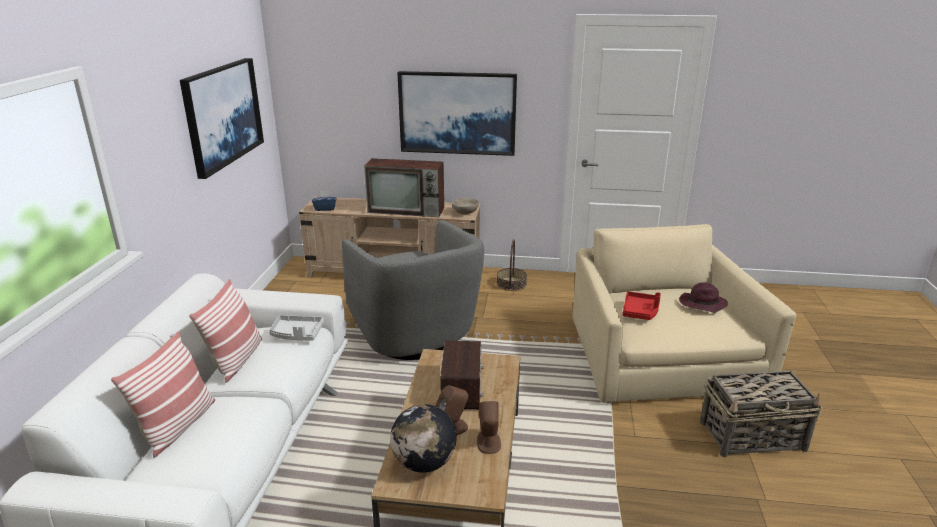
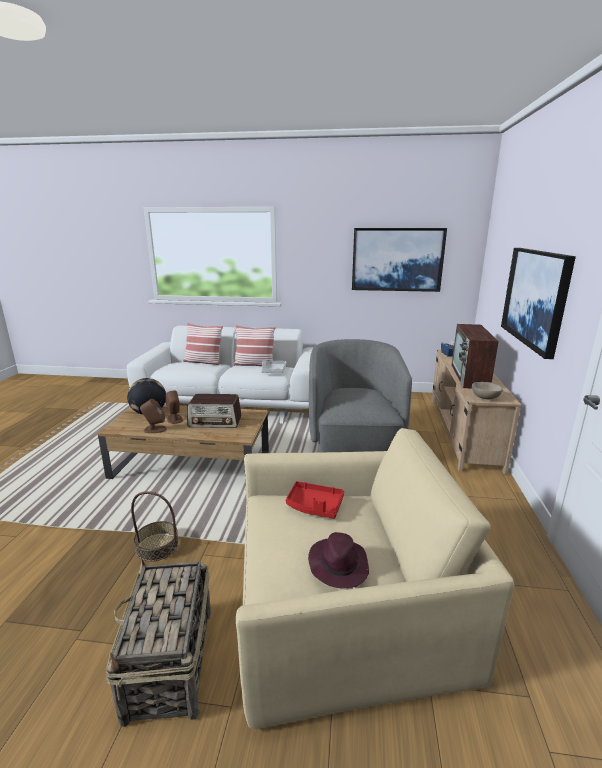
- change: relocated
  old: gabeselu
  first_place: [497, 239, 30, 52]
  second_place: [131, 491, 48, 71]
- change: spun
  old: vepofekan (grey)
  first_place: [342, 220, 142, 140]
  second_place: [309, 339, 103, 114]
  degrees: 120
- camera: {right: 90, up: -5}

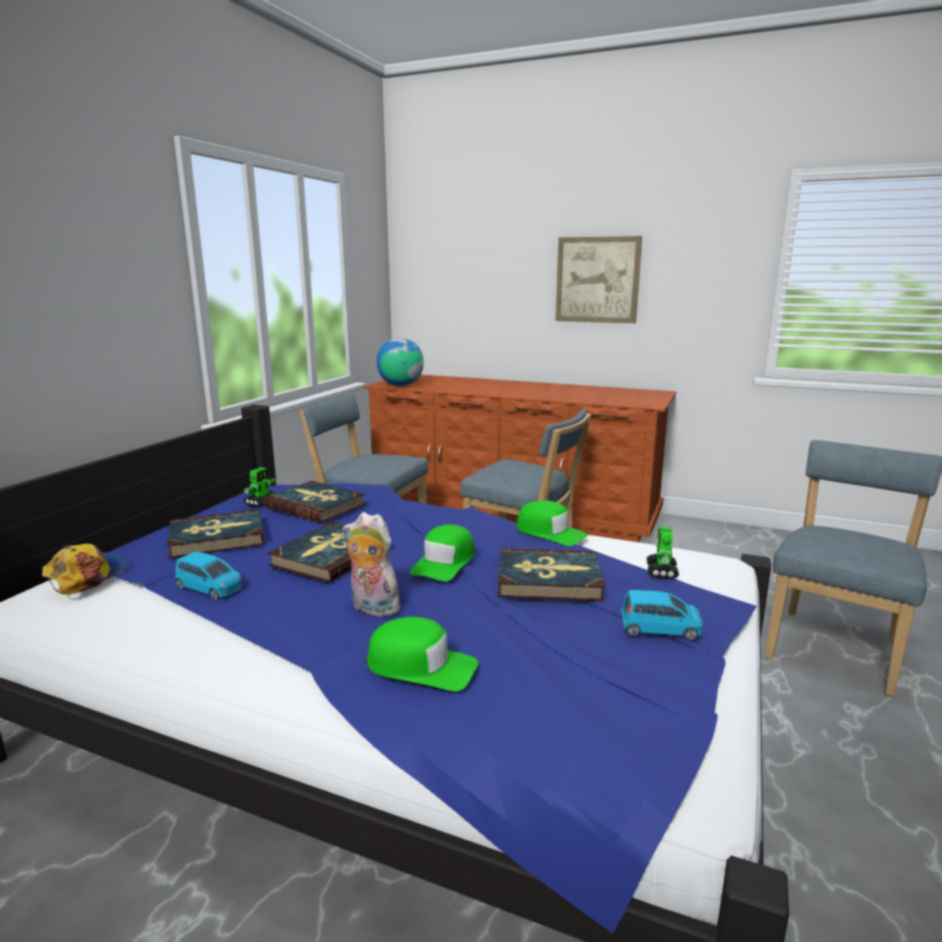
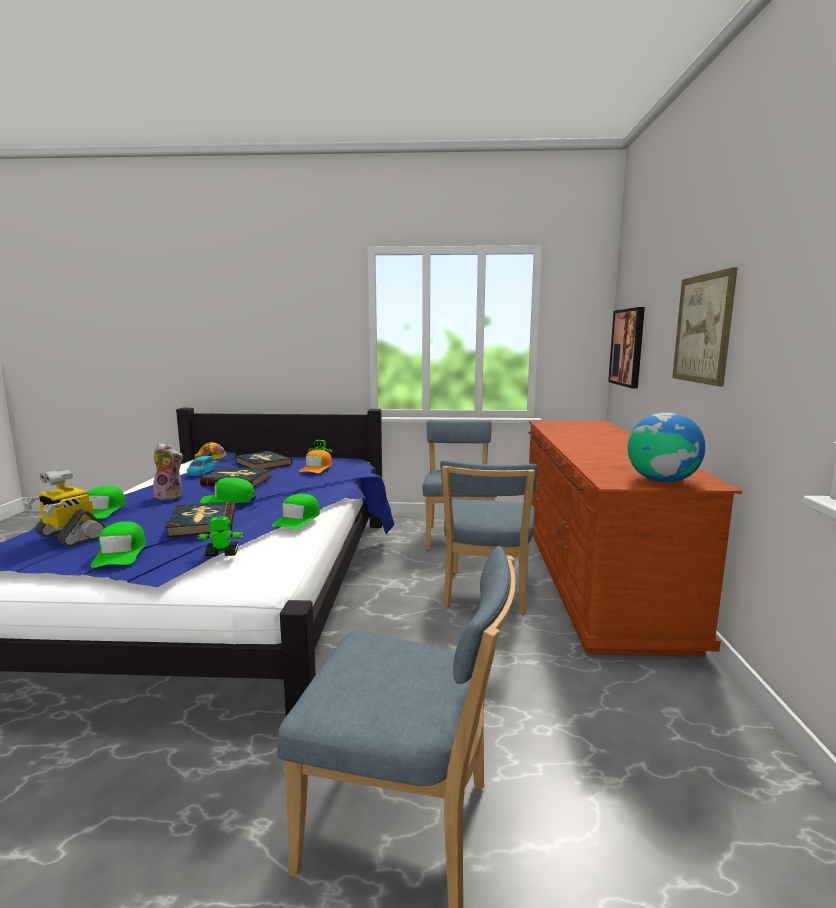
- change: appeared
  new: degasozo
  second_place: [23, 469, 82, 78]
- change: exchanged
  old: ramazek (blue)
  new: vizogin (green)
  first_place: [621, 590, 82, 50]
  second_place: [91, 521, 55, 47]
- change: spun
  old: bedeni
  first_place: [343, 512, 61, 105]
  second_place: [150, 443, 33, 57]
  degrees: 90
- change: exchanged
  old: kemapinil
  new: vizogin (orange)
  first_place: [264, 481, 102, 42]
  second_place: [299, 450, 33, 23]
- change: appeared
  new: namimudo
  second_place: [608, 307, 37, 81]
- change: relocated
  old: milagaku
  first_place: [377, 338, 47, 48]
  second_place: [628, 413, 77, 69]
- camera: {right: 70, up: -5}

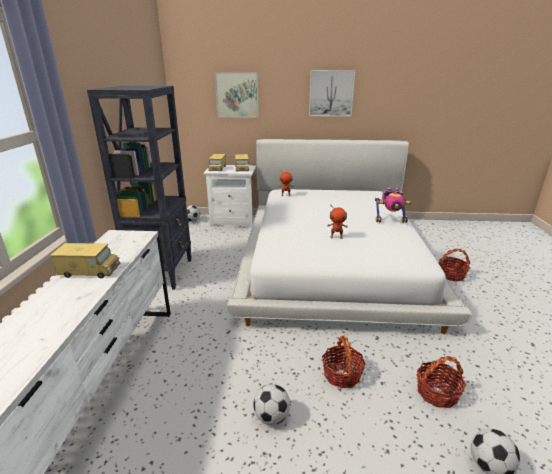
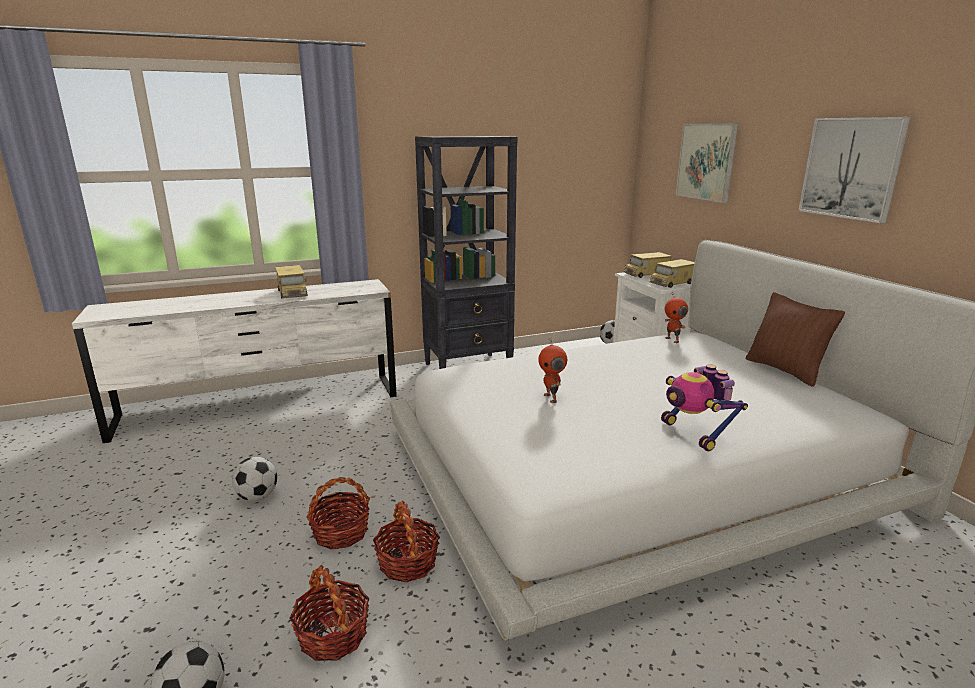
- change: relocated
  old: gabeselu
  first_place: [439, 249, 31, 32]
  second_place: [373, 501, 67, 81]
- change: appeared
  new: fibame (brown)
  second_place: [746, 292, 99, 95]
- camera: {right: 65, up: -5}

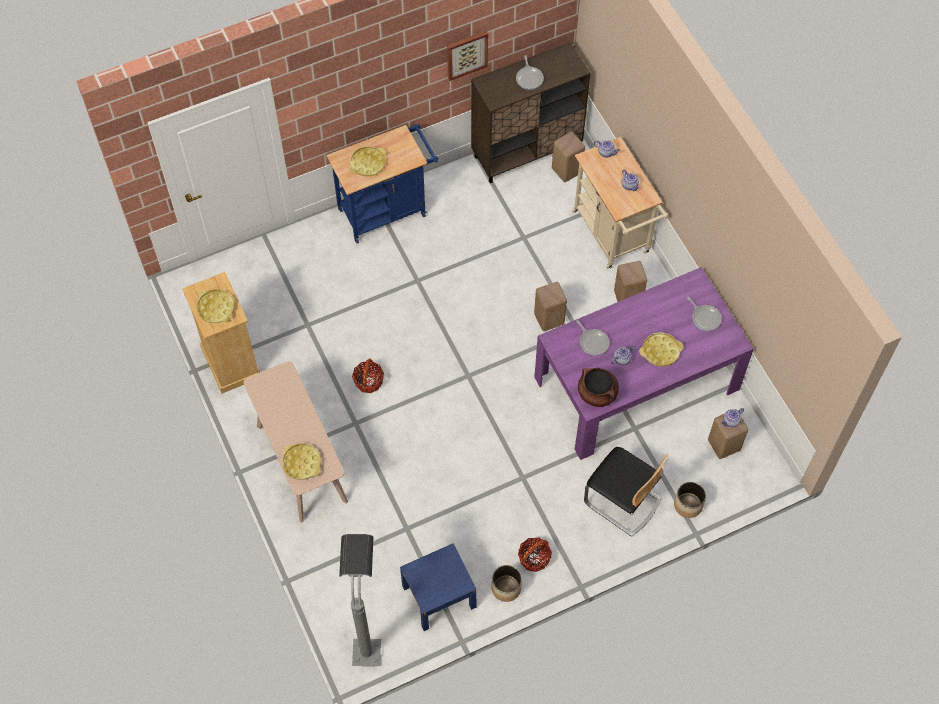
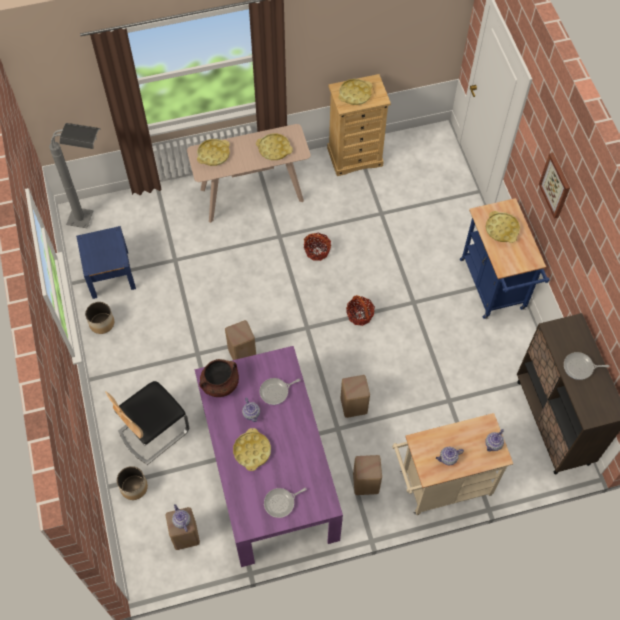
- change: relocated
  old: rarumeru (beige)
  first_place: [552, 131, 33, 51]
  second_place: [225, 320, 31, 40]
- change: appeared
  new: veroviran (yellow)
  second_place: [256, 133, 37, 27]
- change: relocated
  old: gabeselu
  first_place: [518, 538, 34, 34]
  second_place: [346, 295, 29, 31]
- change: relocated
  old: namimudo
  first_place: [447, 31, 41, 50]
  second_place: [539, 153, 31, 66]
- camera: {right: 100, up: 0}

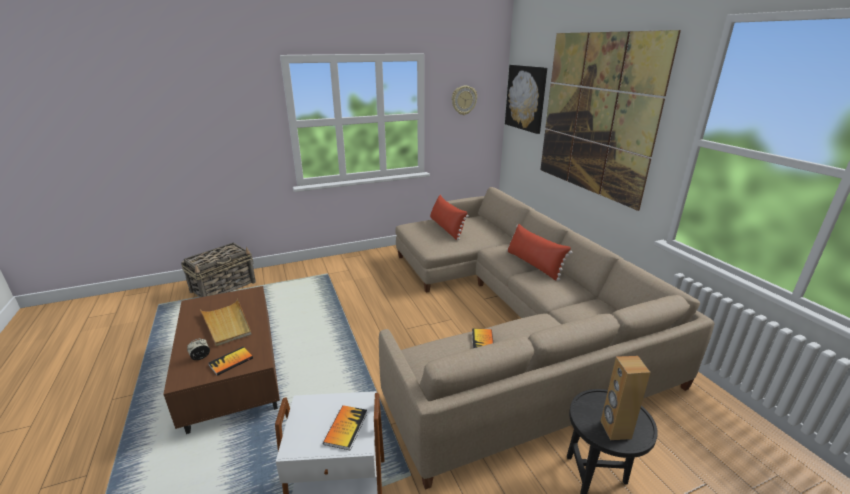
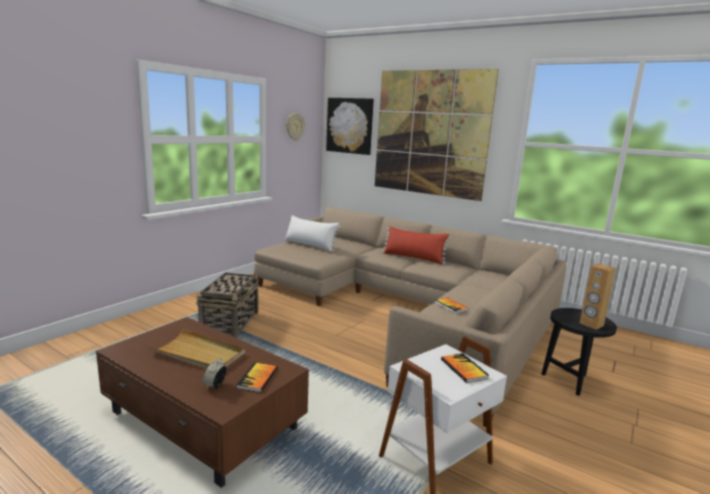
- change: relocated
  old: gabeselu
  first_place: [181, 242, 75, 55]
  second_place: [196, 271, 63, 67]
- change: colour
  old: fibame (red)
  new: fibame (white)
  first_place: [430, 195, 39, 45]
  second_place: [284, 215, 57, 37]
- camera: {right: -35, up: -10}

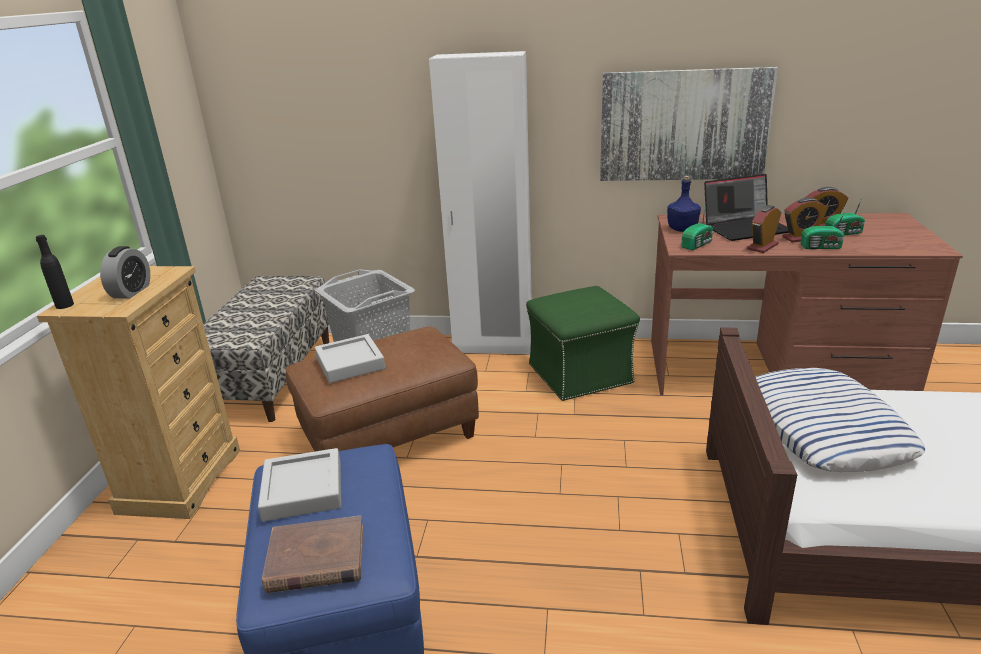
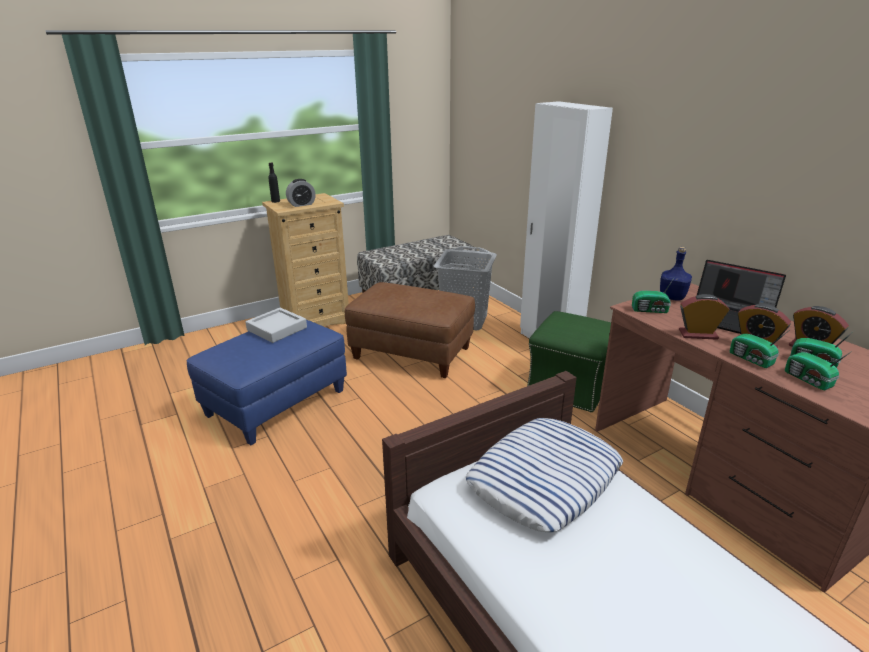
- change: appeared
  new: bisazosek
  second_place: [785, 351, 67, 39]
- change: missing
  old: kemapinil (brown)
  first_place: [262, 516, 101, 77]
- change: missing
  old: veroviran (grey)
  first_place: [315, 334, 70, 49]
- change: missing
  old: namimudo
  first_place: [600, 67, 178, 114]
- camera: {right: 50, up: 0}

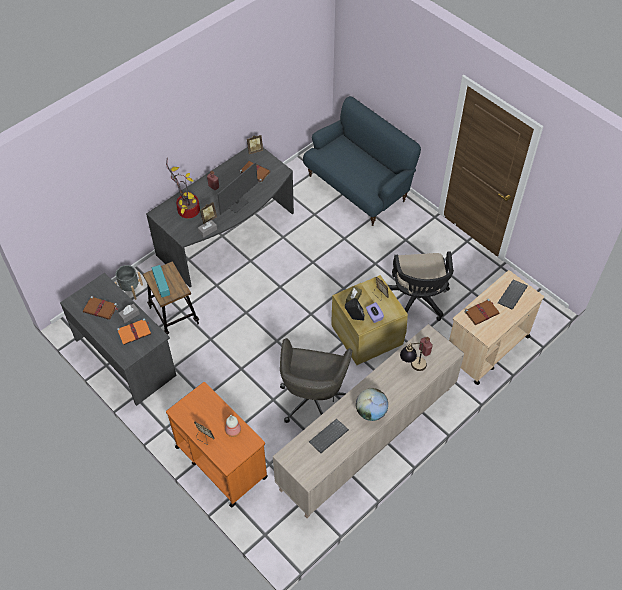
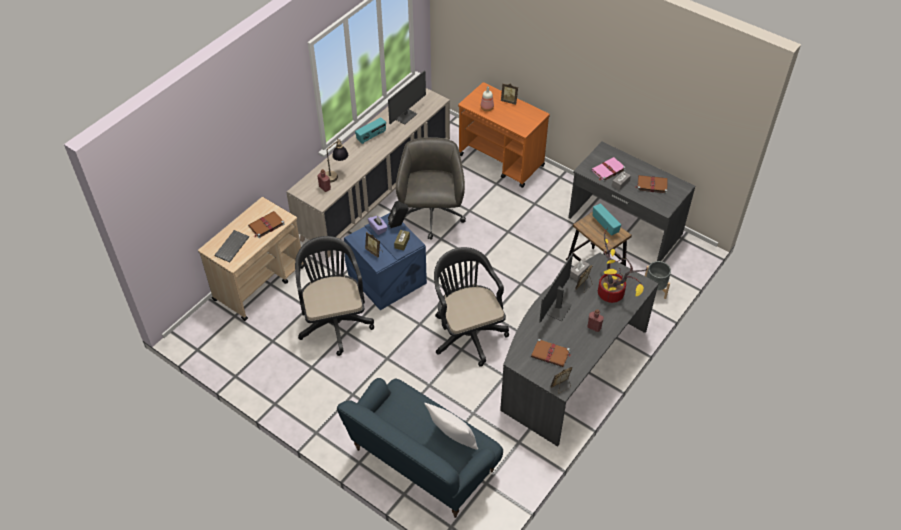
- change: colour
  old: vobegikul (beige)
  new: vobegikul (blue)
  first_place: [331, 275, 77, 90]
  second_place: [344, 213, 83, 97]
- change: exchanged
  old: milagaku
  new: bisazosek
  first_place: [356, 388, 32, 33]
  second_place: [355, 117, 31, 27]
- change: exchanged
  old: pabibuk
  new: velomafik
  first_place: [309, 419, 40, 34]
  second_place: [388, 70, 38, 54]
- change: appeared
  new: fibame (white)
  second_place: [424, 403, 54, 47]
- change: appeared
  new: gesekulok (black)
  second_place: [434, 247, 75, 120]
- change: colour
  old: kemapinil (orange)
  new: kemapinil (pink)
  first_place: [117, 318, 34, 27]
  second_place: [592, 157, 34, 24]
- camera: {right: 170, up: -5}

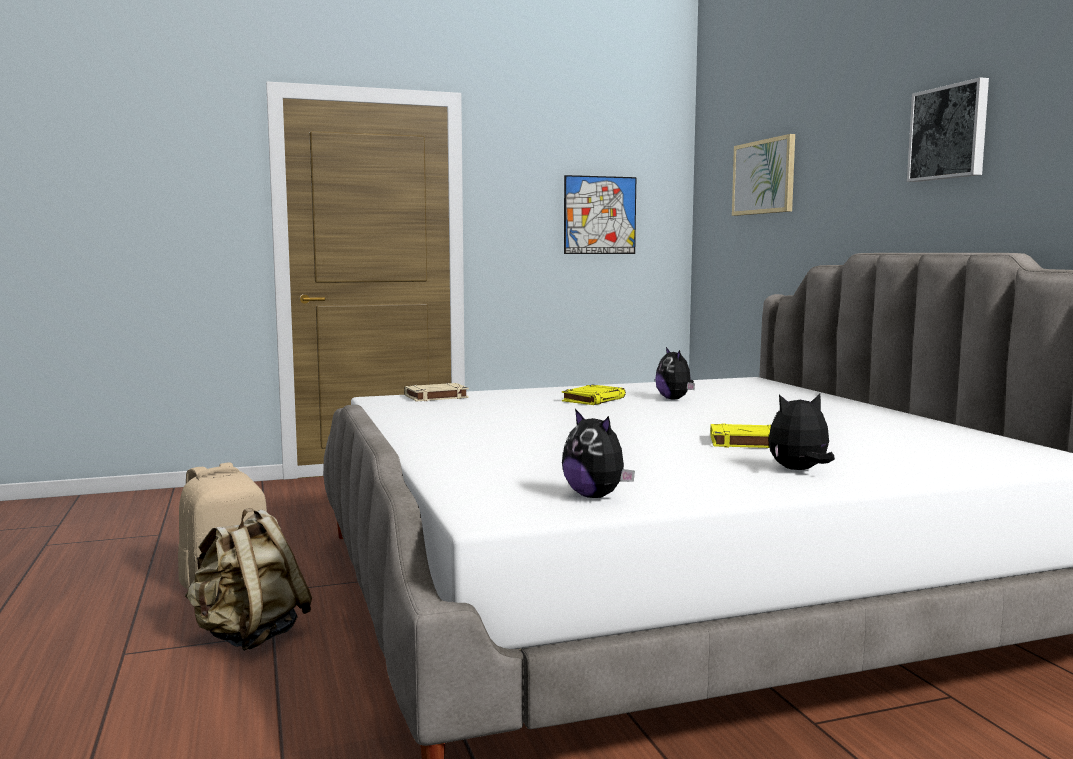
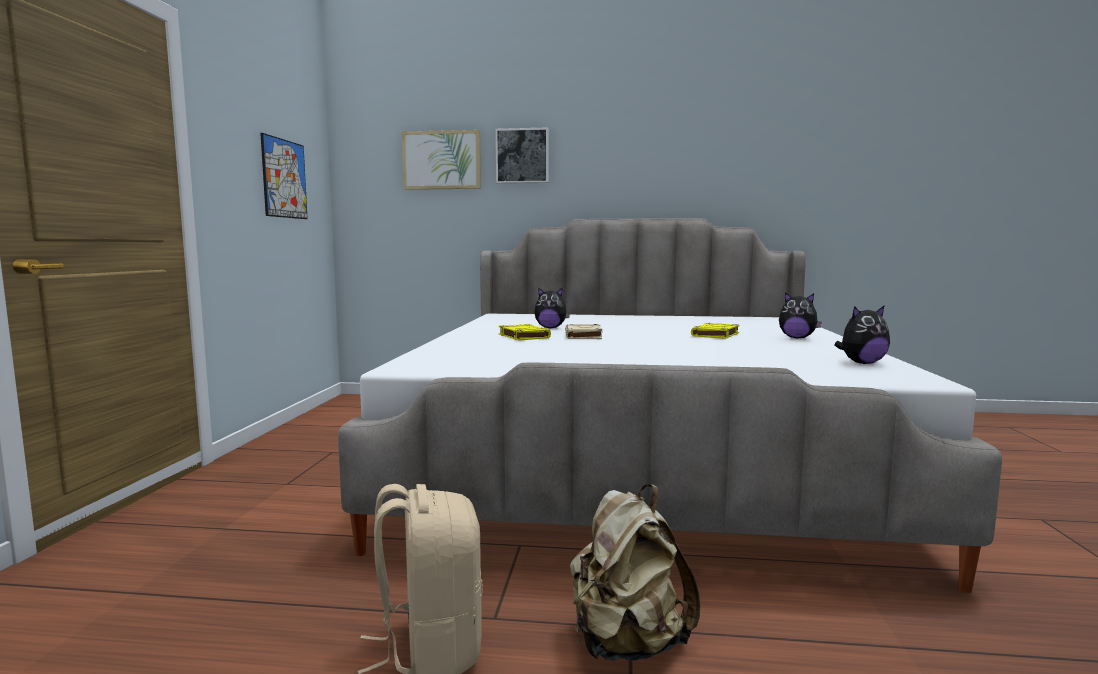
- change: relocated
  old: namimudo
  first_place: [907, 77, 82, 105]
  second_place: [495, 128, 54, 56]
- change: relocated
  old: kemapinil (beige)
  first_place: [405, 383, 64, 18]
  second_place: [565, 324, 37, 15]
- change: spun
  old: bedeni
  first_place: [768, 393, 67, 77]
  second_place: [779, 292, 43, 47]
  degrees: -75
- camera: {right: -65, up: 0}

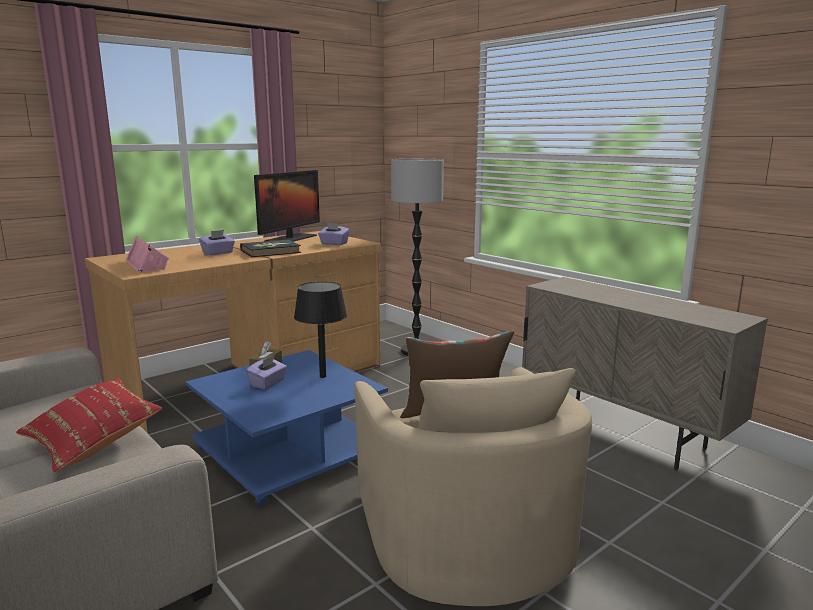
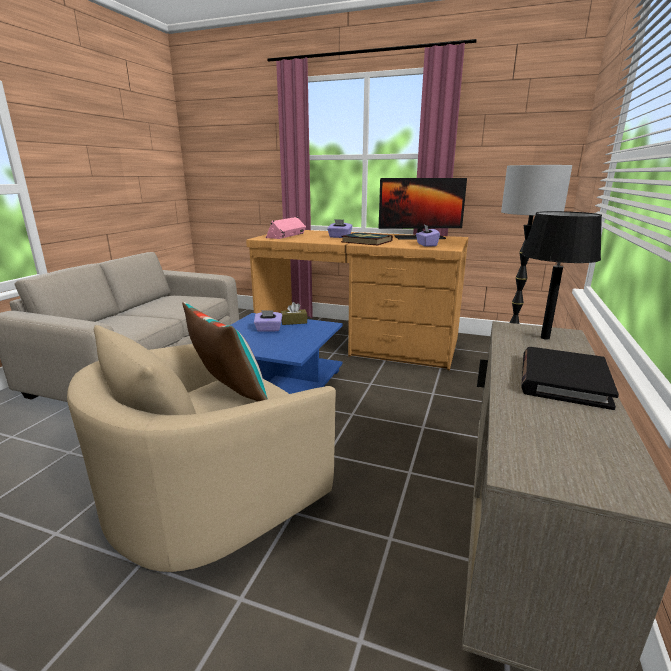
- change: appeared
  new: kemapinil (black)
  second_place: [521, 347, 98, 63]
- change: relocated
  old: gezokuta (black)
  first_place: [294, 282, 53, 96]
  second_place: [522, 211, 80, 129]
- change: missing
  old: fibame (red)
  first_place: [16, 378, 146, 95]
- camera: {right: 60, up: 5}

